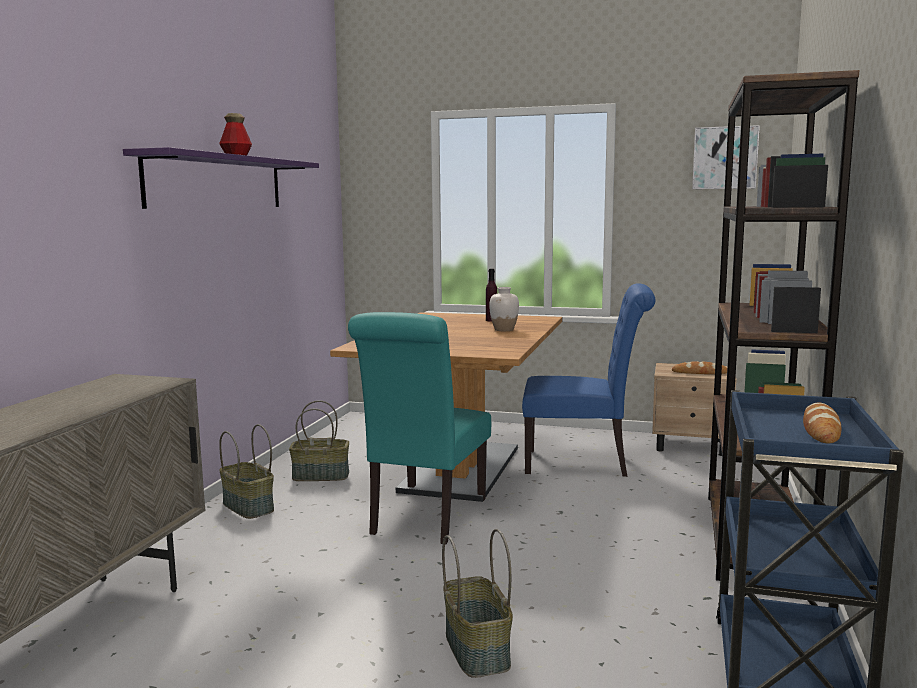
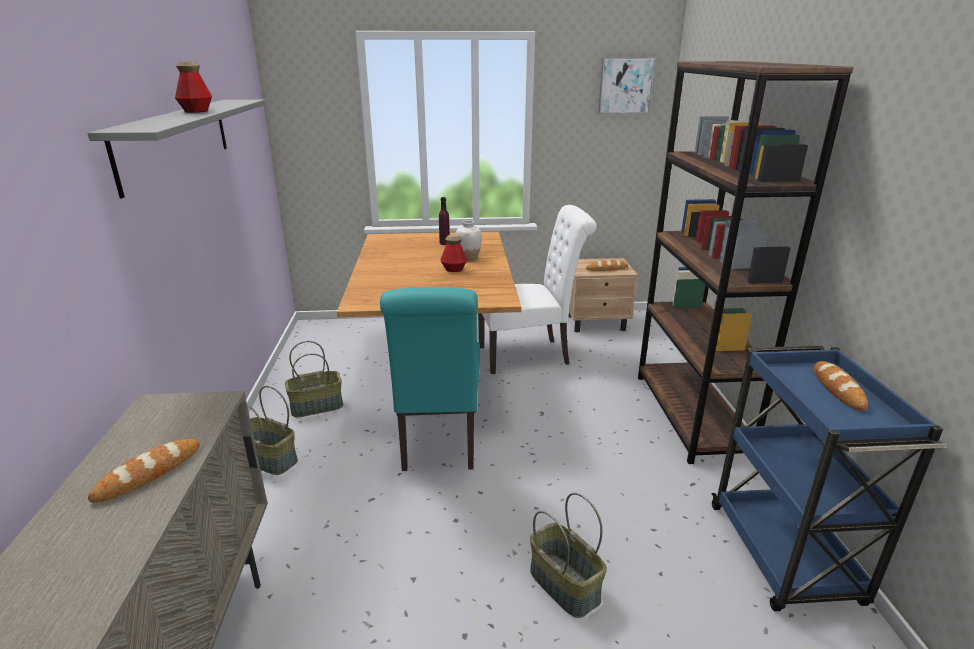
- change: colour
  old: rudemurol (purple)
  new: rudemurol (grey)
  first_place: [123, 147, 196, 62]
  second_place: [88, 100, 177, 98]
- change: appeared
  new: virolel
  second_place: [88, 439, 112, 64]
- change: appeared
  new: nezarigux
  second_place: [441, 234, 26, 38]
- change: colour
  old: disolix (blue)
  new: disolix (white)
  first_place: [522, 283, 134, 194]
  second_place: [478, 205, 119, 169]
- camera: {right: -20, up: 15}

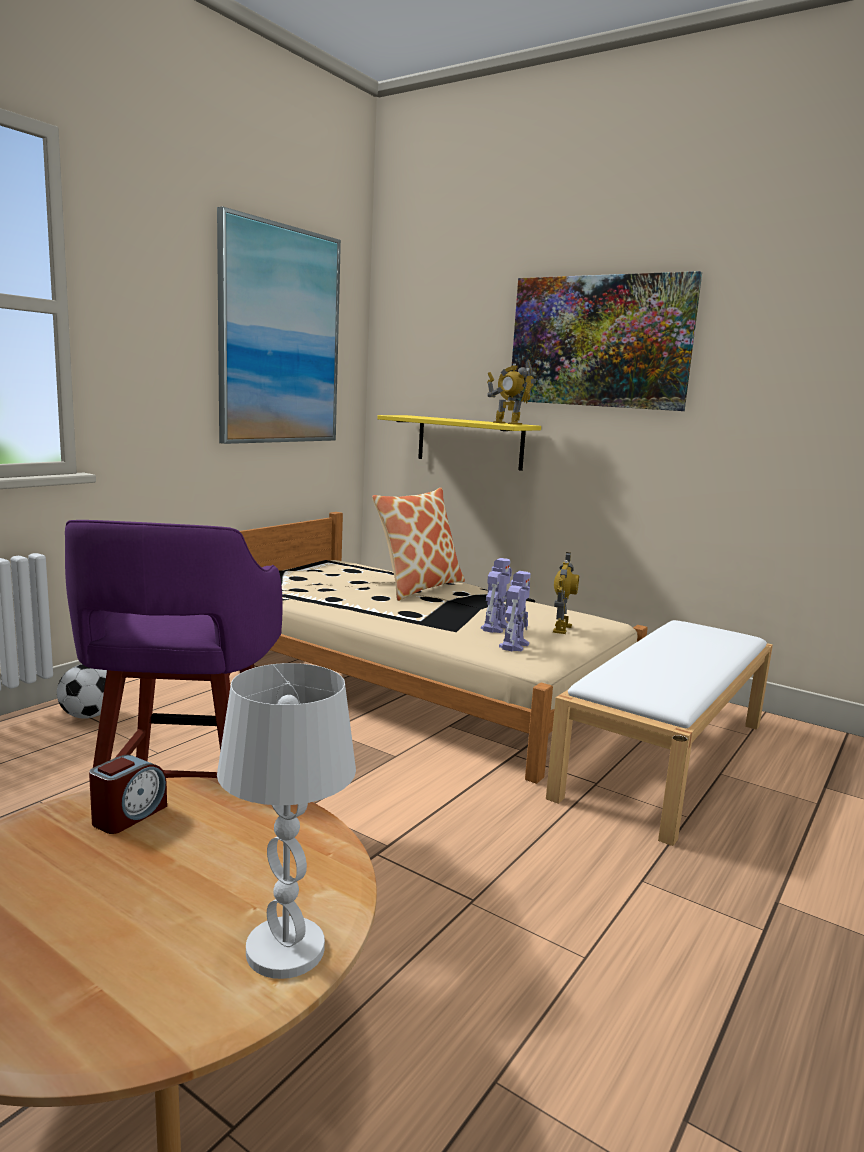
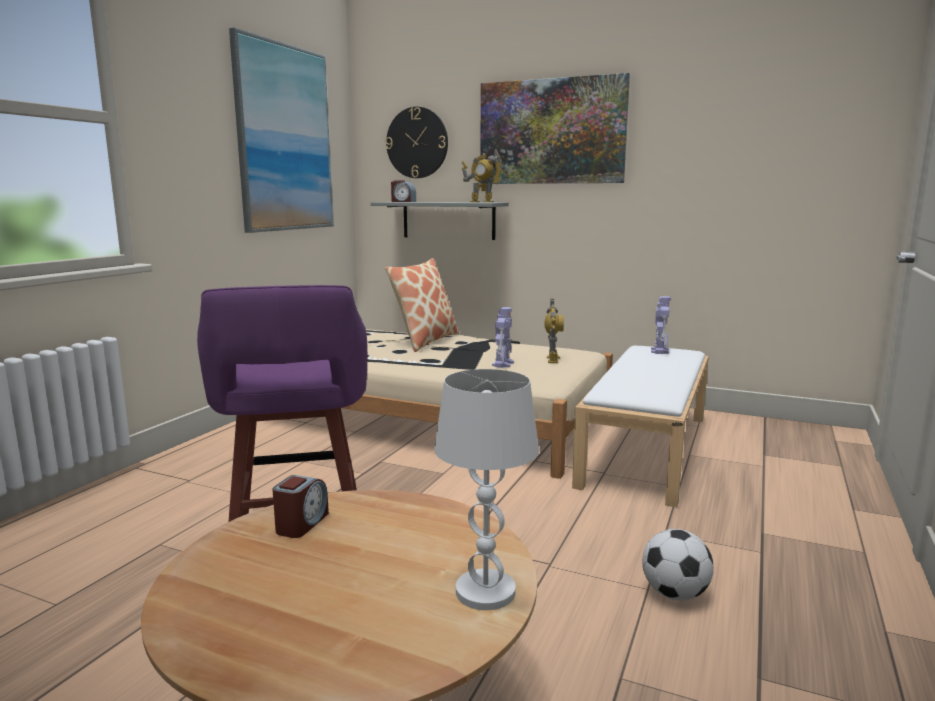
- change: colour
  old: rudemurol (yellow)
  new: rudemurol (grey)
  first_place: [377, 415, 164, 56]
  second_place: [370, 202, 139, 38]
- change: appeared
  new: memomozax
  second_place: [386, 107, 62, 71]
- change: appeared
  new: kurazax
  second_place: [391, 180, 25, 22]
- change: relocated
  old: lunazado
  first_place: [57, 664, 50, 55]
  second_place: [642, 529, 72, 71]
- change: relocated
  old: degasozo
  first_place: [499, 571, 32, 80]
  second_place: [651, 296, 20, 58]
- camera: {right: -10, up: 0}

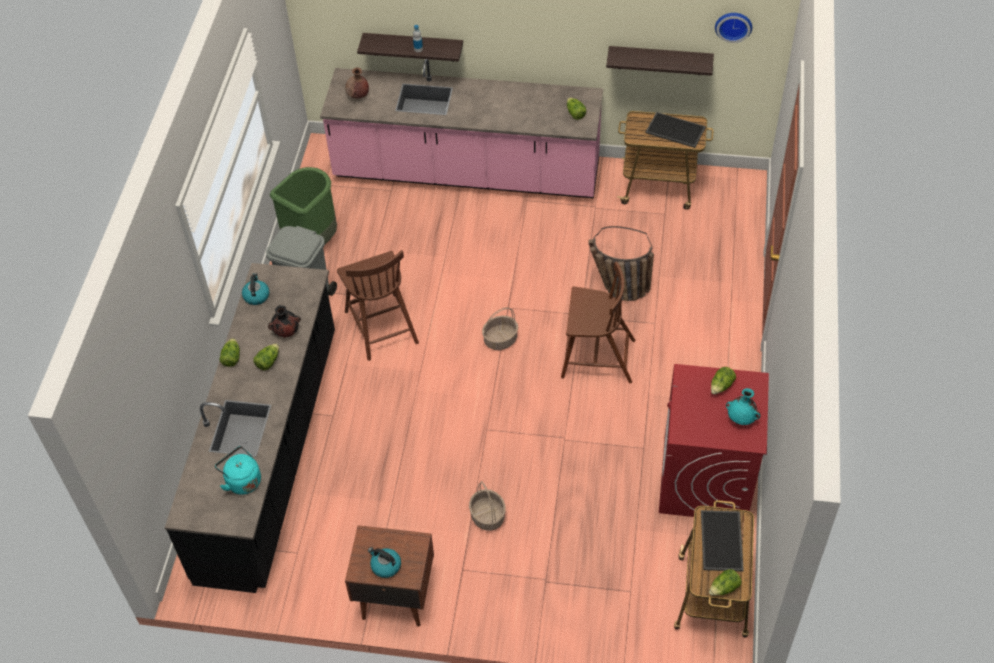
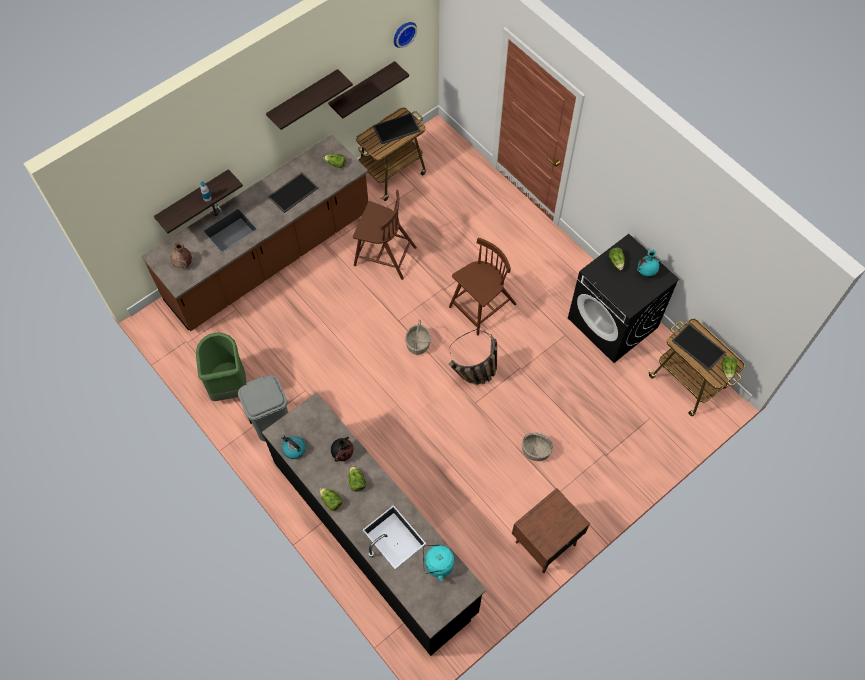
- change: colour
  old: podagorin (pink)
  new: podagorin (brown)
  first_place: [320, 59, 283, 139]
  second_place: [141, 135, 227, 196]
- change: appeared
  new: rudemurol
  second_place: [266, 69, 87, 61]
- change: appeared
  new: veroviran
  second_place: [268, 172, 50, 41]
- change: relocated
  old: disolix (brown)
  first_place: [337, 250, 82, 111]
  second_place: [353, 190, 64, 90]
- change: relocated
  old: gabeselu
  first_place: [588, 226, 66, 75]
  second_place: [449, 329, 48, 56]
- change: colour
  old: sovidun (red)
  new: sovidun (black)
  first_place: [659, 364, 110, 153]
  second_place: [568, 234, 111, 129]
- change: missing
  old: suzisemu
  first_place: [368, 547, 33, 31]
- camera: {right: -50, up: 10}

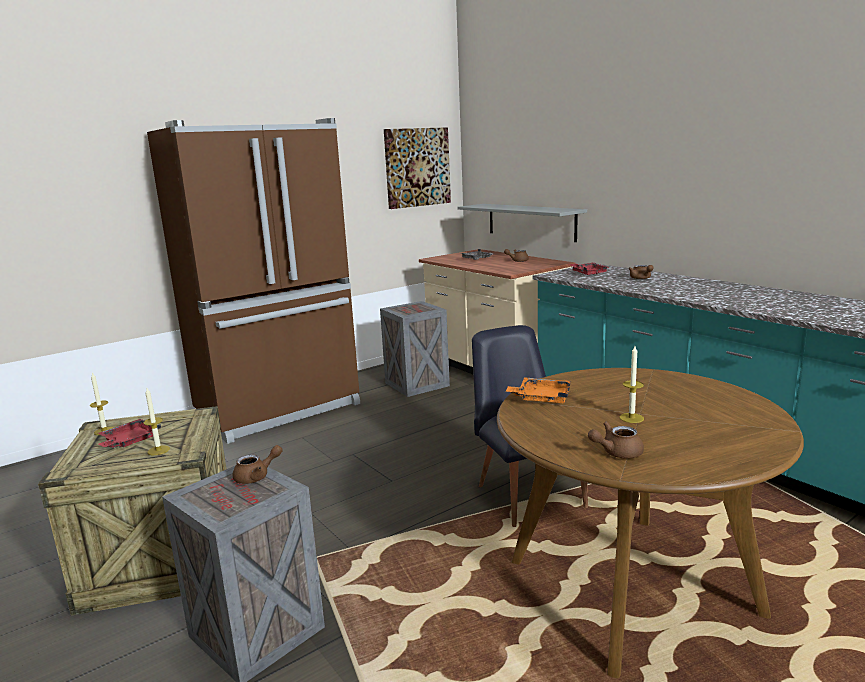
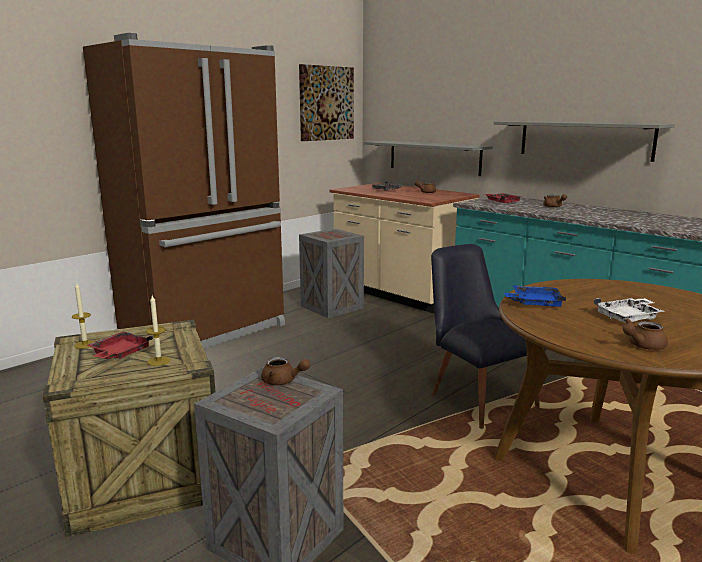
- change: spun
  old: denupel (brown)
  first_place: [233, 445, 49, 39]
  second_place: [261, 357, 49, 28]
  degrees: 60
- change: appeared
  new: rudemurol (grey)
  second_place: [494, 121, 181, 41]
- change: colour
  old: veroviran (orange)
  new: veroviran (blue)
  first_place: [505, 377, 66, 26]
  second_place: [504, 285, 62, 22]
- change: exchanged
  old: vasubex
  new: veroviran (white)
  first_place: [619, 346, 25, 77]
  second_place: [594, 298, 71, 24]
- camera: {right: -10, up: 0}

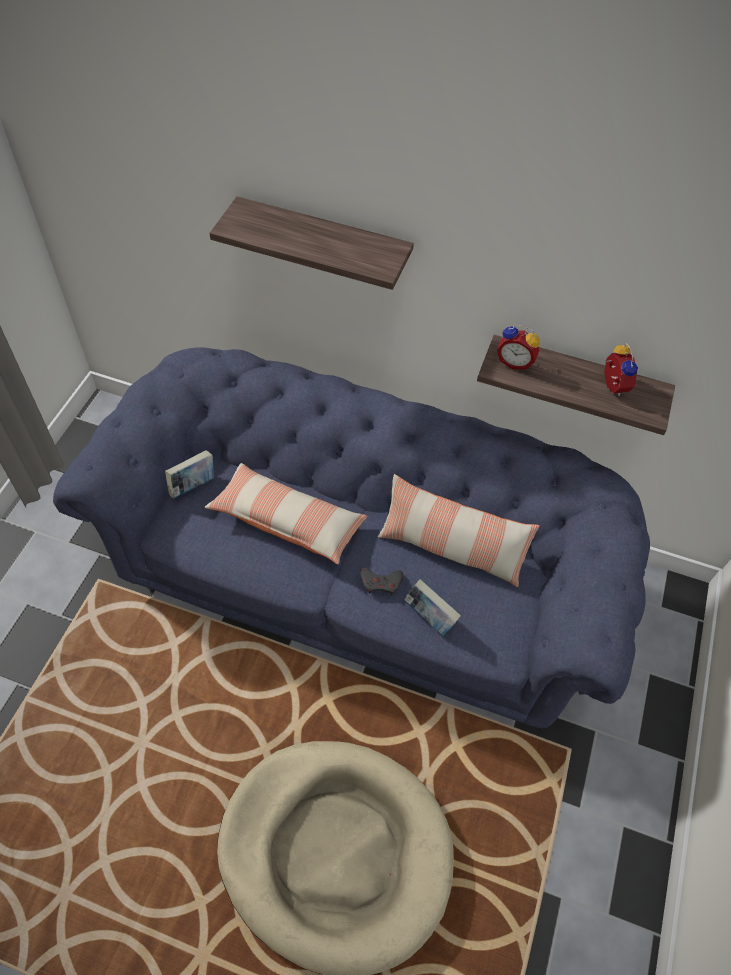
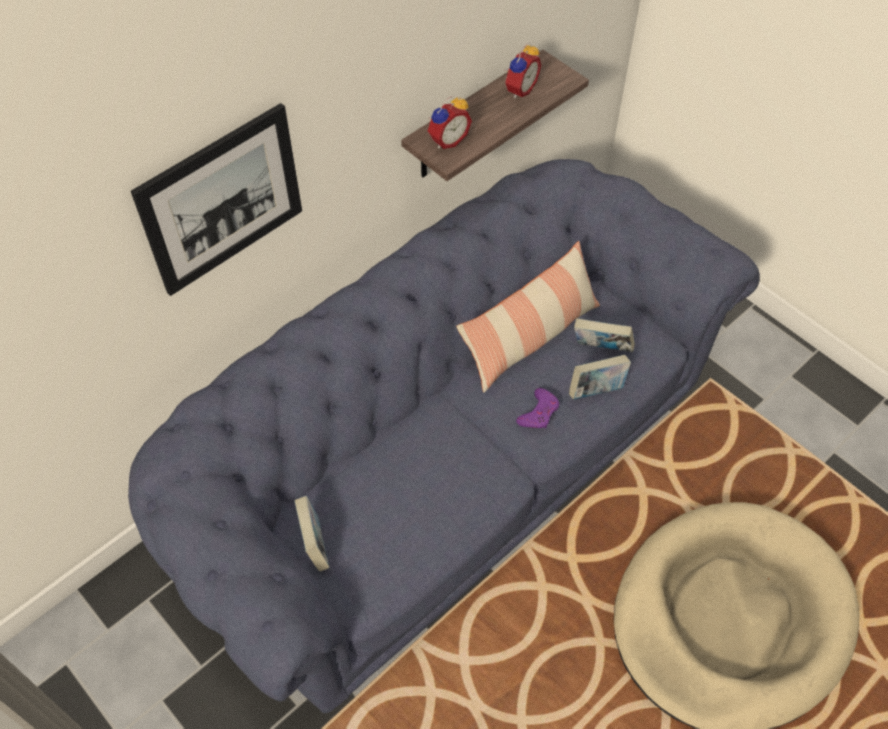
- change: exchanged
  old: rudemurol
  new: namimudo
  first_place: [209, 196, 205, 94]
  second_place: [131, 103, 171, 193]
- change: spun
  old: kurazax
  first_place: [604, 343, 34, 53]
  second_place: [505, 42, 36, 57]
  degrees: 105
- change: colour
  old: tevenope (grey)
  new: tevenope (purple)
  first_place: [360, 568, 43, 27]
  second_place: [516, 388, 43, 40]
- change: appeared
  new: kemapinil
  second_place: [574, 318, 61, 34]
- change: missing
  old: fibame
  first_place: [204, 463, 163, 102]
- camera: {right: -60, up: 0}

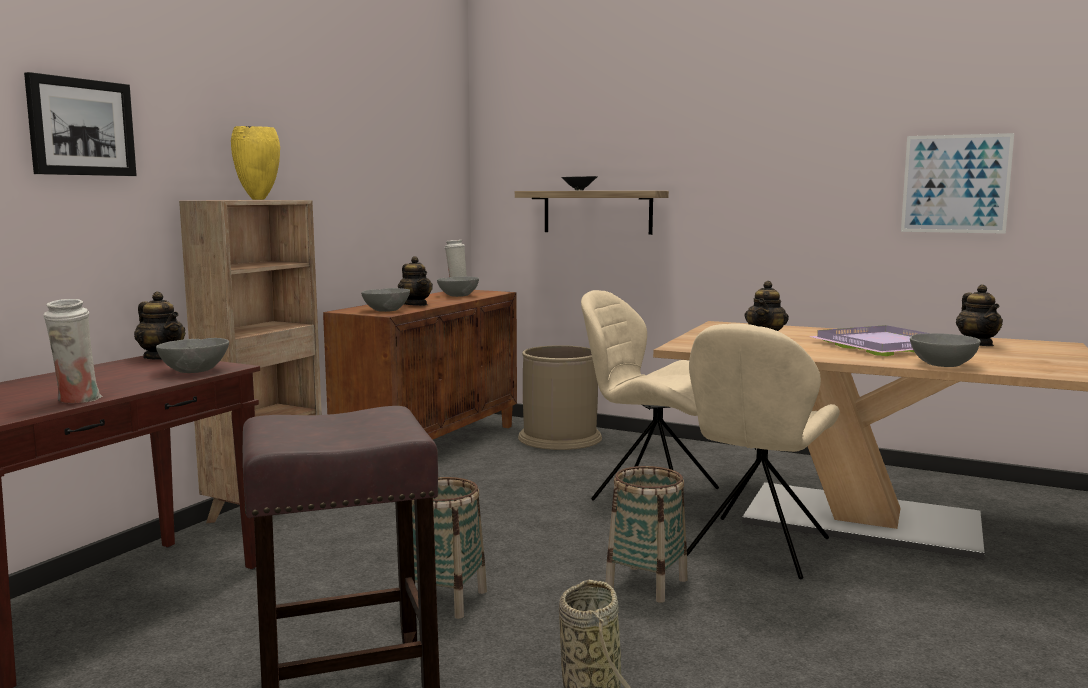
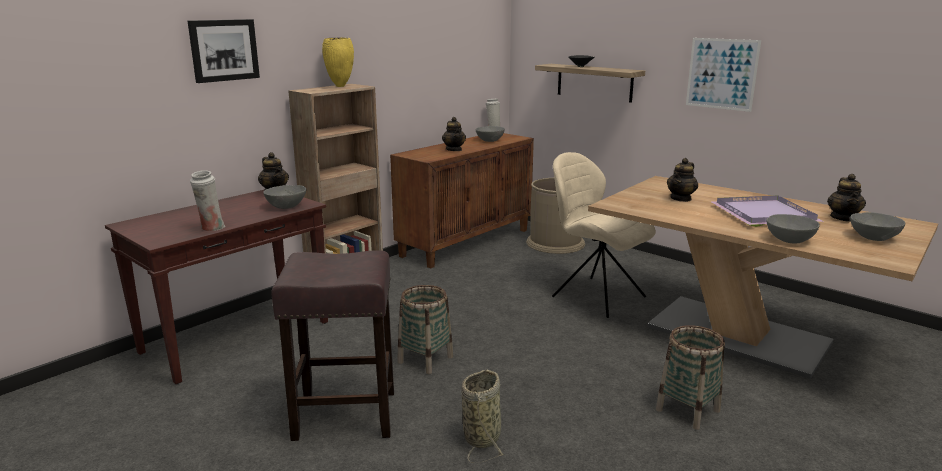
- change: relocated
  old: gabeselu
  first_place: [605, 466, 83, 137]
  second_place: [656, 325, 69, 105]
- change: relocated
  old: namimudo
  first_place: [901, 133, 113, 101]
  second_place: [686, 38, 75, 74]
- change: relocated
  old: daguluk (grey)
  first_place: [361, 288, 49, 24]
  second_place: [850, 212, 55, 29]
- change: missing
  old: disolix (beige)
  first_place: [687, 323, 153, 256]
- camera: {right: 15, up: 10}

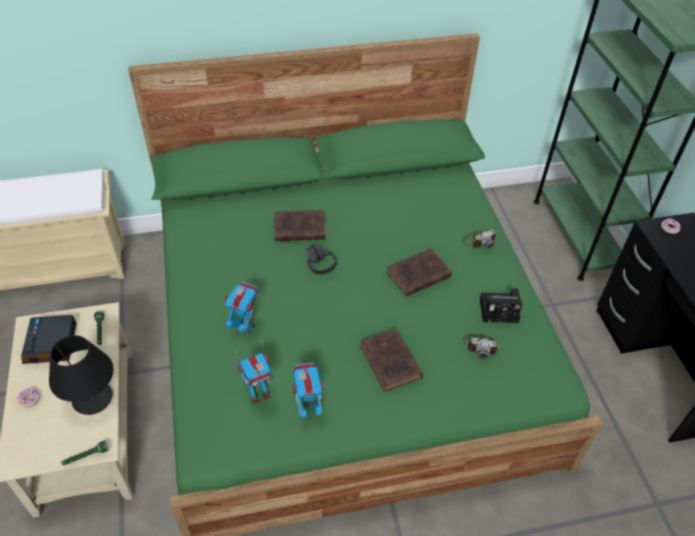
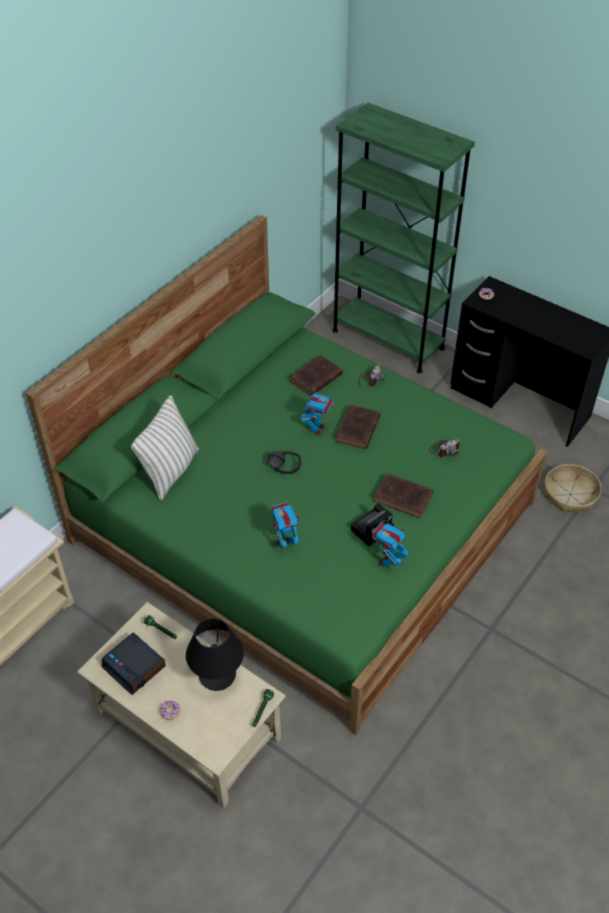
- change: appeared
  new: fibame
  second_place: [131, 396, 68, 104]
- change: relocated
  old: kemapinil (brown)
  first_place: [275, 210, 51, 31]
  second_place: [289, 355, 54, 41]
- change: relocated
  old: degasozo
  first_place: [235, 341, 39, 63]
  second_place: [300, 384, 34, 52]
- change: relocated
  old: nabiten
  first_place: [480, 288, 42, 35]
  second_place: [351, 503, 43, 43]
- change: appeared
  new: gabeselu
  second_place: [545, 464, 56, 49]
- camera: {right: -40, up: 0}

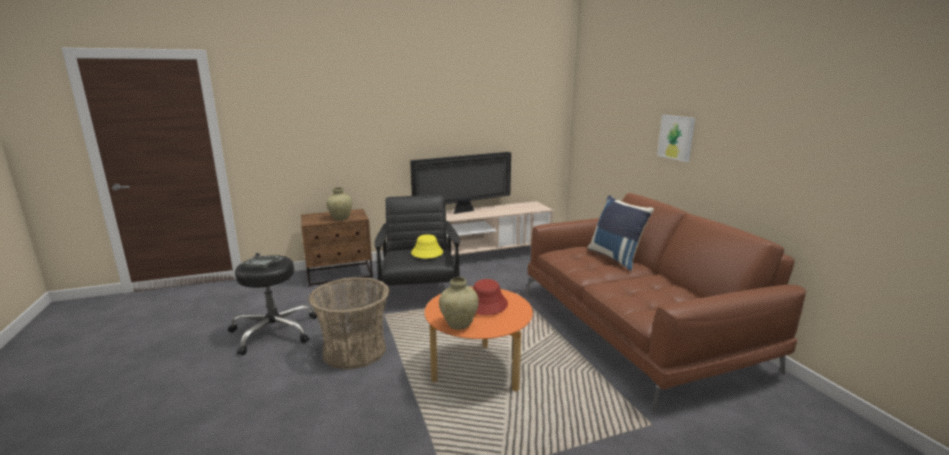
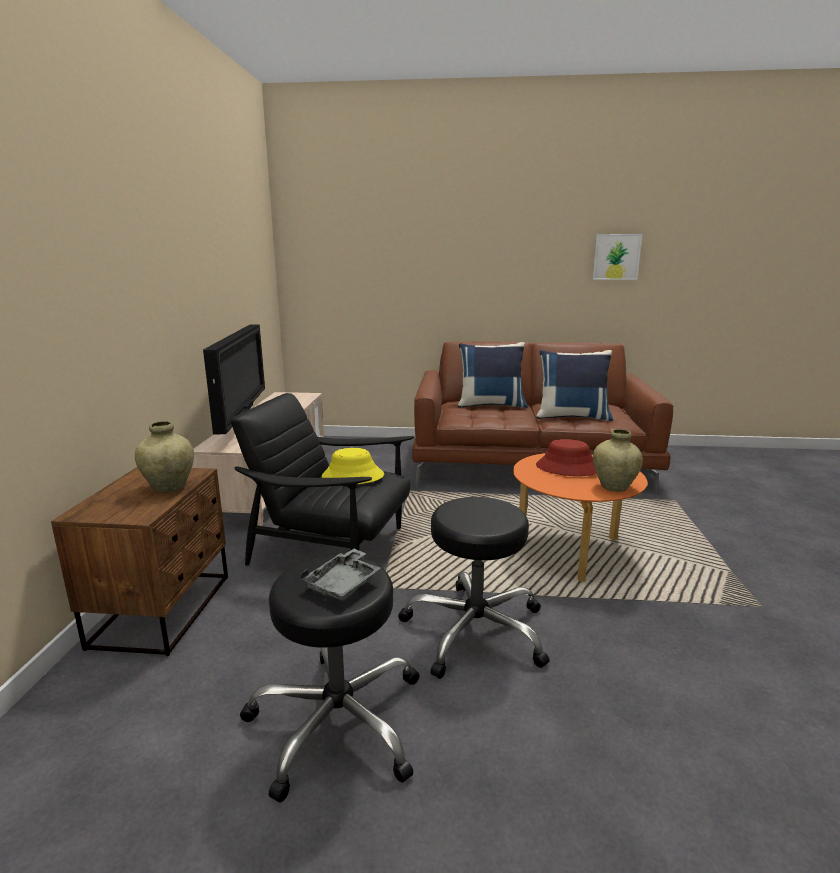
- change: exchanged
  old: gabeselu
  new: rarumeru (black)
  first_place: [308, 277, 82, 93]
  second_place: [398, 497, 151, 182]
- change: appeared
  new: fibame (blue)
  second_place: [536, 350, 77, 71]
- change: relocated
  old: namimudo
  first_place: [657, 115, 38, 47]
  second_place: [592, 234, 50, 46]
- camera: {right: -65, up: 0}

